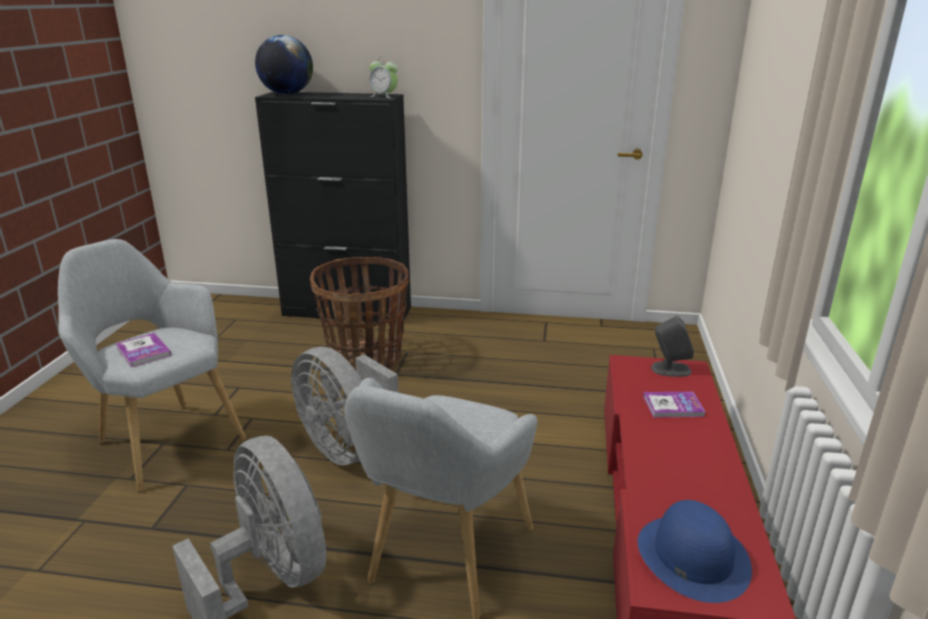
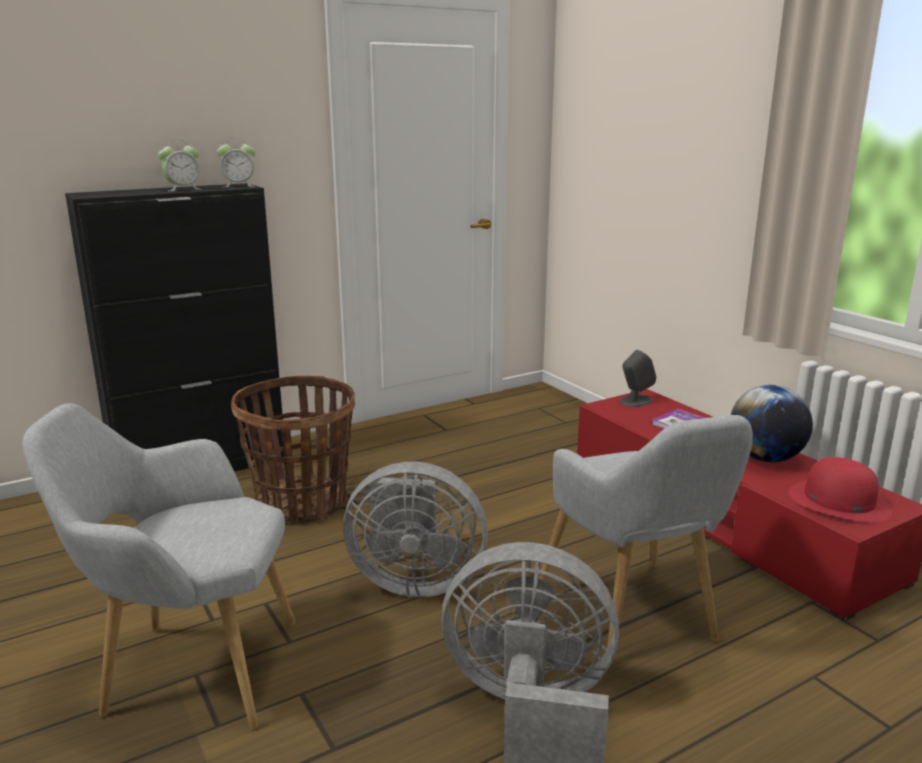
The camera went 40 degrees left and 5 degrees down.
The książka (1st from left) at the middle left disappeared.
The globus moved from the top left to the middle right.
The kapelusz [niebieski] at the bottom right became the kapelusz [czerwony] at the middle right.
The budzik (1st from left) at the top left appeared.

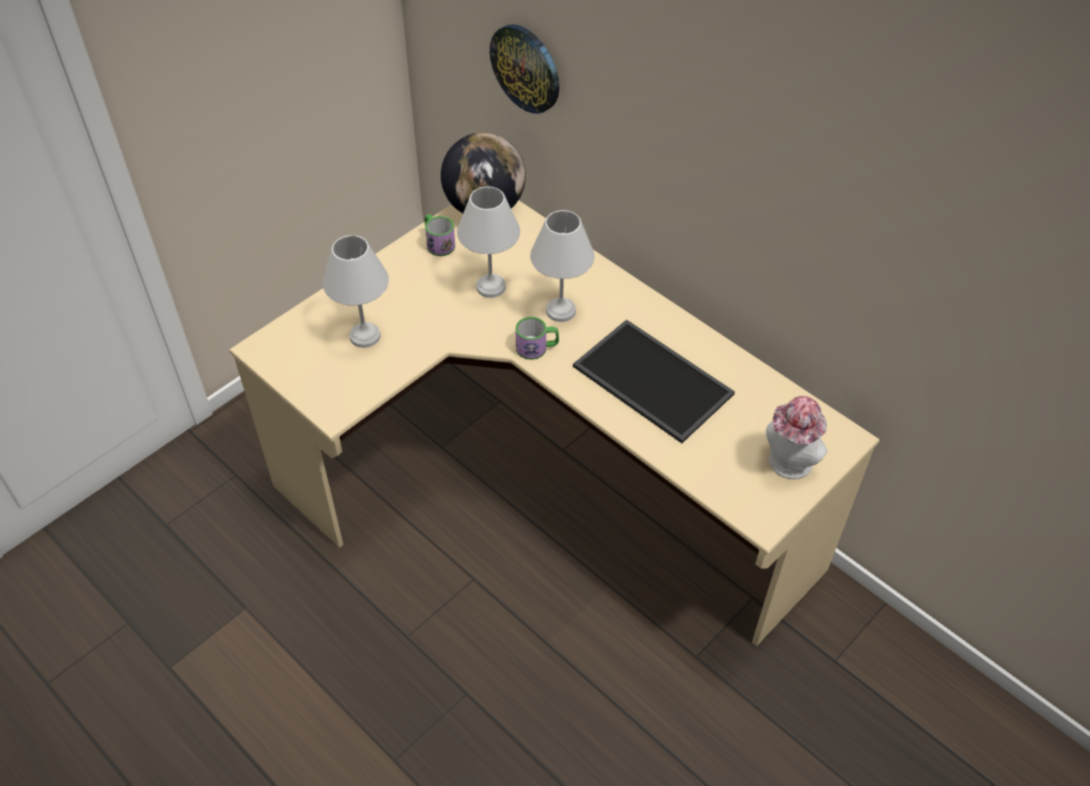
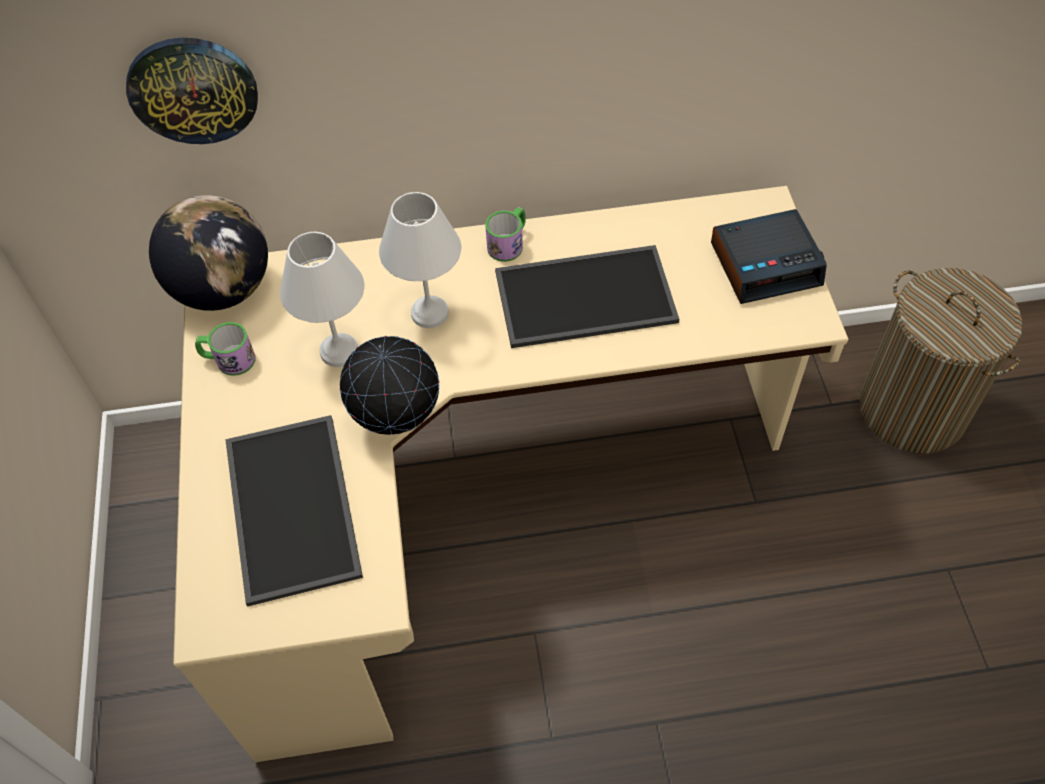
The camera went 50 degrees left and 5 degrees up.
The lampa stołowa [biały] (1st from left) at the middle left was replaced by the taca (1st from left) at the middle left.
The kubek (2nd from left) moved from the centre to the top centre.
The kapelusz at the middle right was replaced by the budzik at the top right.
The globus (2nd from left) at the centre appeared.
The kosz na pranie at the middle right appeared.

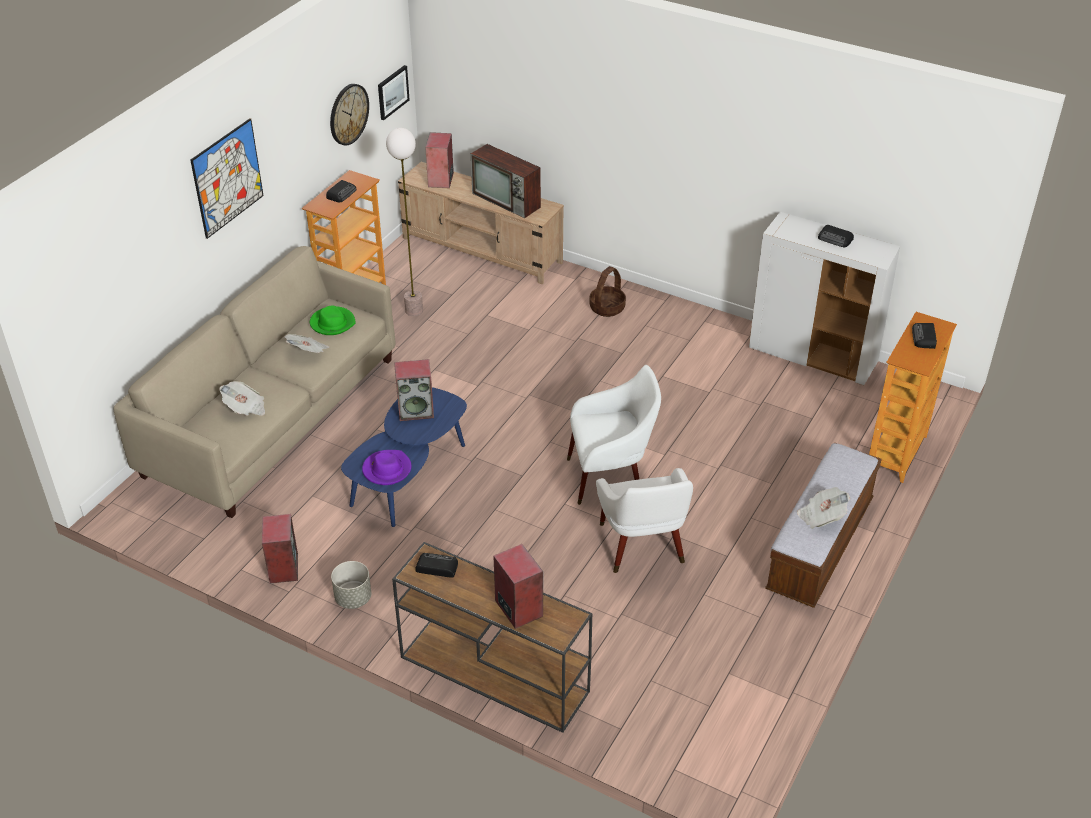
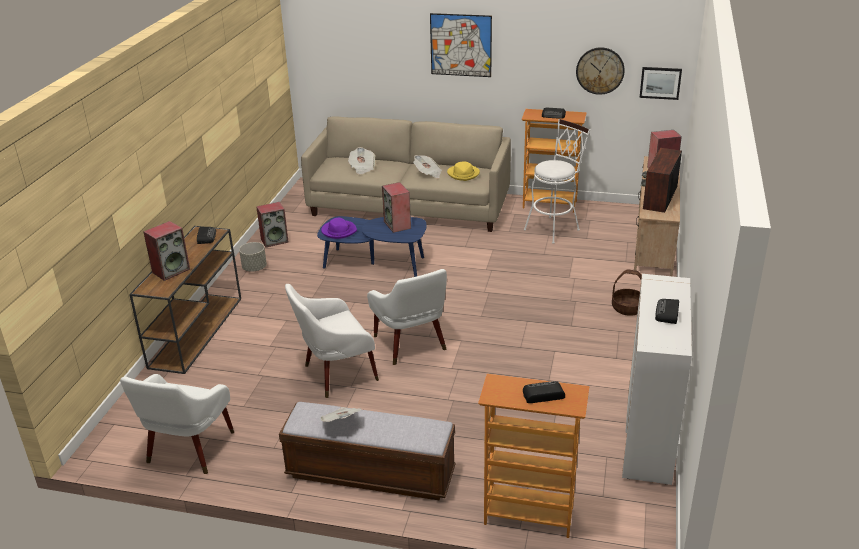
The camera went 75 degrees right and 10 degrees down.
The kapelusz [zielony] at the middle left became the kapelusz [żółty] at the top centre.
The lampa stojąca at the top centre was replaced by the stołek [biały] at the top centre.
The fotel [biały] (1st from left) at the bottom left appeared.

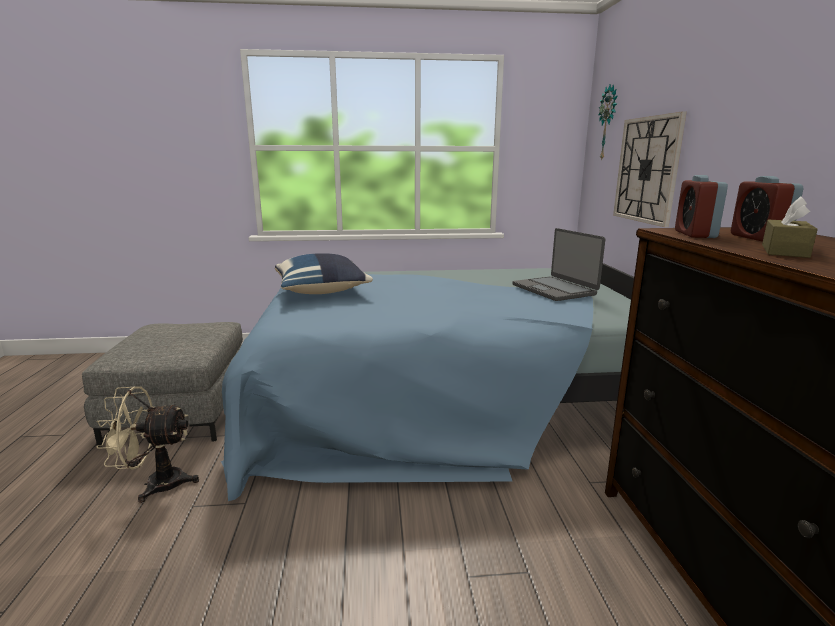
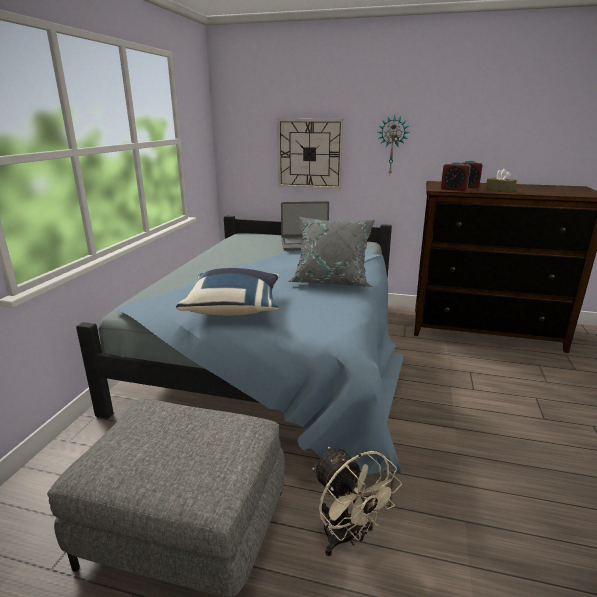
The camera went 70 degrees left and 5 degrees up.
The wentylator [beżowy] at the bottom left turned 45 degrees counterclockwise.
The zegar ścienny (1st from left in the first image) moved from the top right to the top centre.
The poduszka [szary] at the centre appeared.

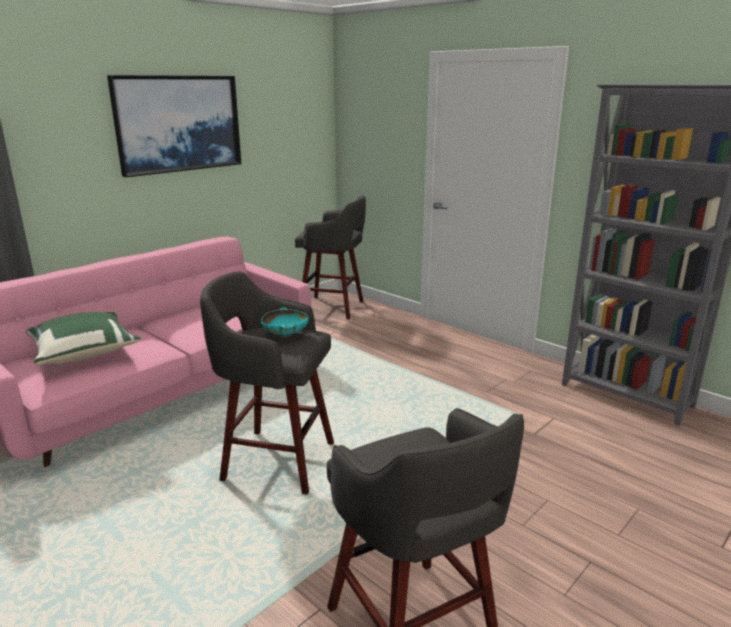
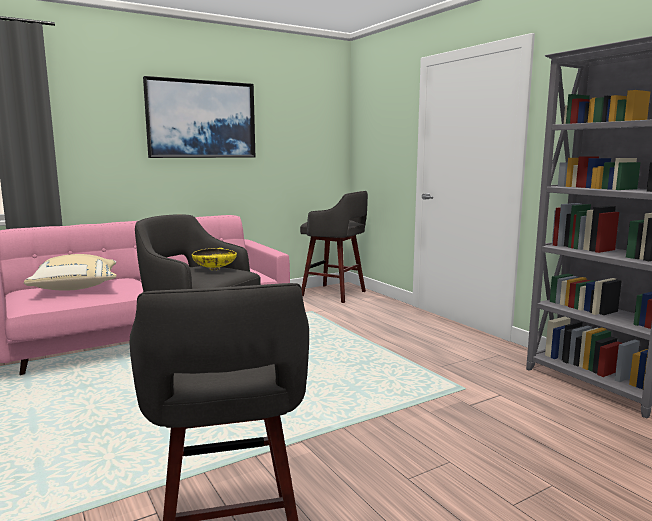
The camera went 15 degrees right and 10 degrees down.
The poduszka [zielony] at the middle left became the poduszka [beżowy] at the middle left.
The miska [turkusowy] at the centre became the miska [żółty] at the middle left.

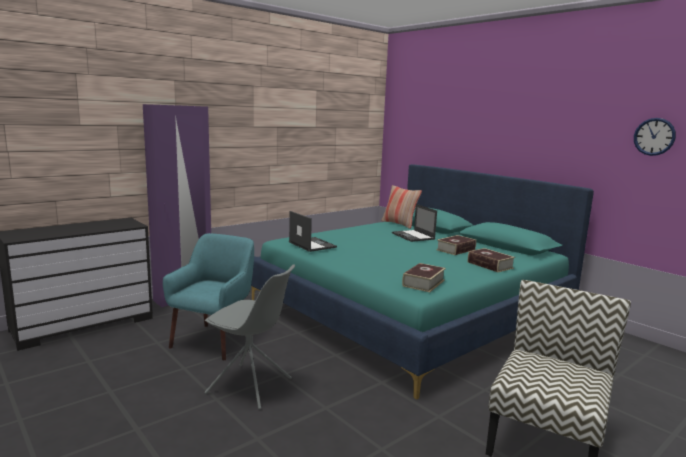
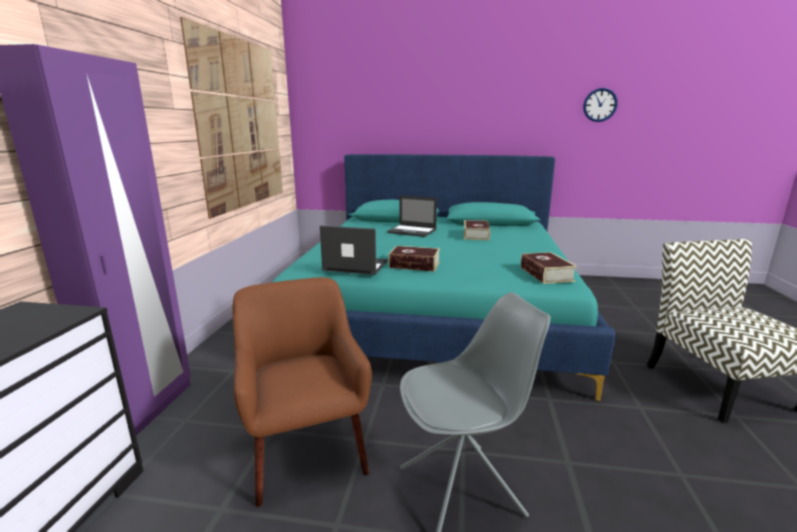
The camera went 40 degrees left and 5 degrees up.
The fotel [turkusowy] at the middle left became the fotel [brązowy] at the bottom centre.
The poduszka at the centre disappeared.
The książka (3rd from left in the first image) moved from the middle right to the centre.
The obraz at the top left appeared.

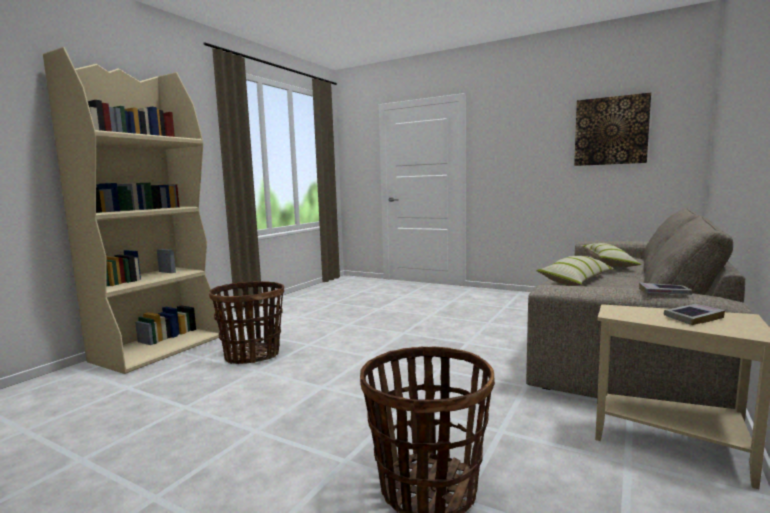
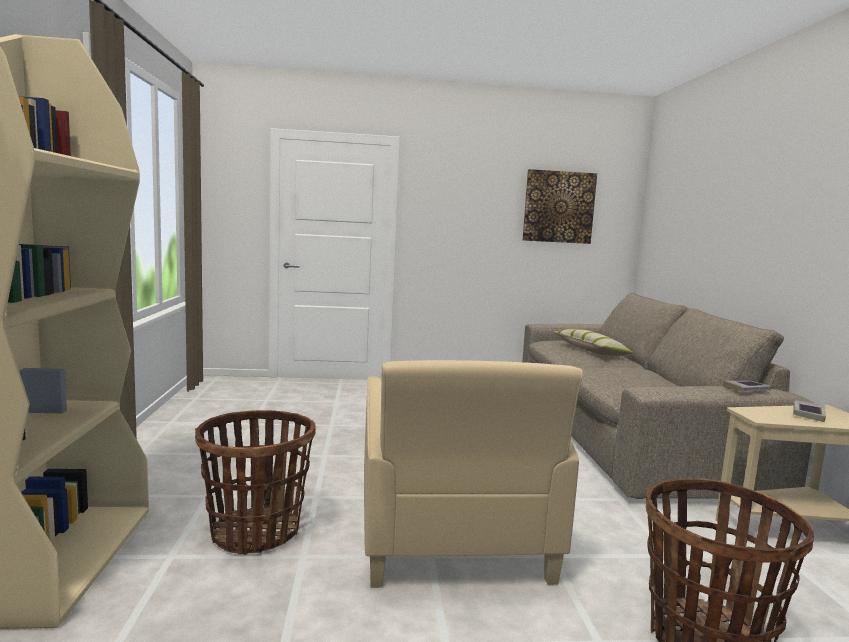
The camera went 35 degrees left and 0 degrees up.
The poduszka (1st from left) at the middle right disappeared.
The fotel [beżowy] at the bottom centre appeared.

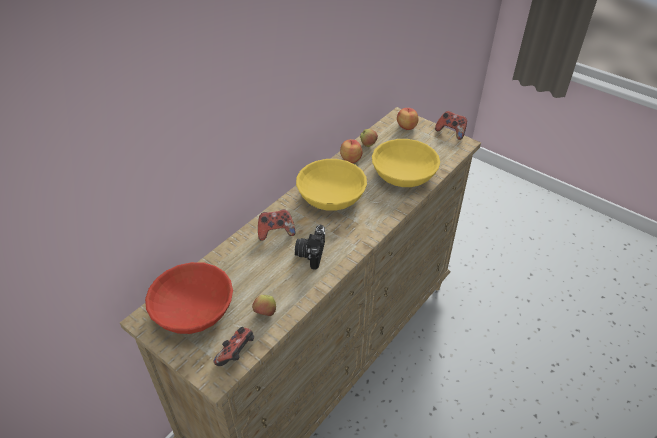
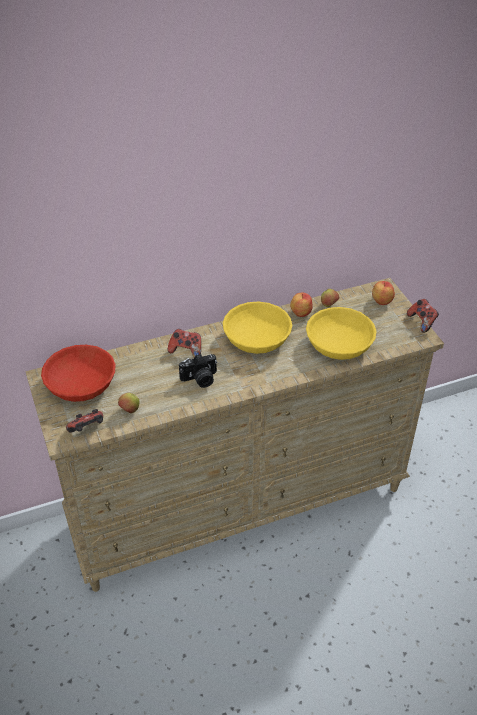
The camera went 30 degrees right and 0 degrees up.
The aparat fotograficzny at the centre turned 150 degrees counterclockwise.

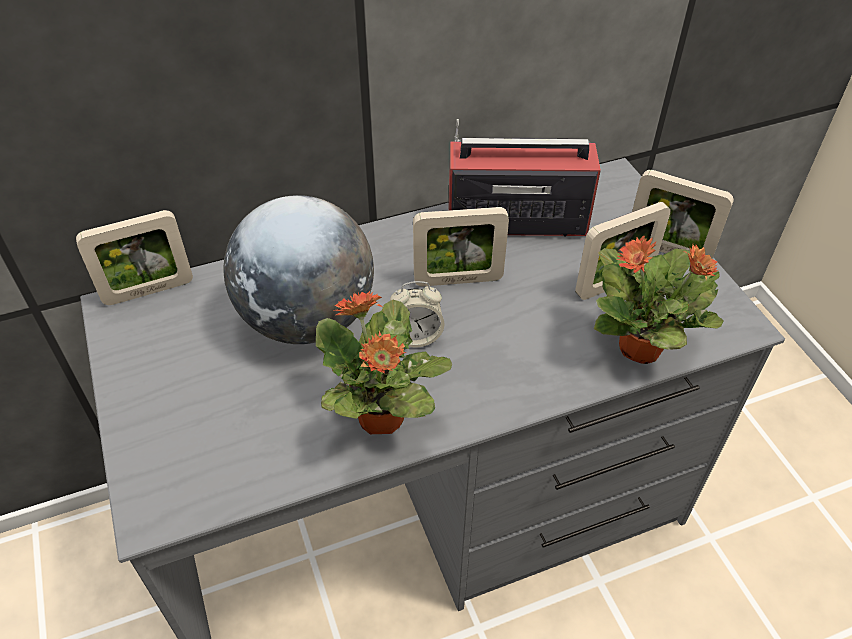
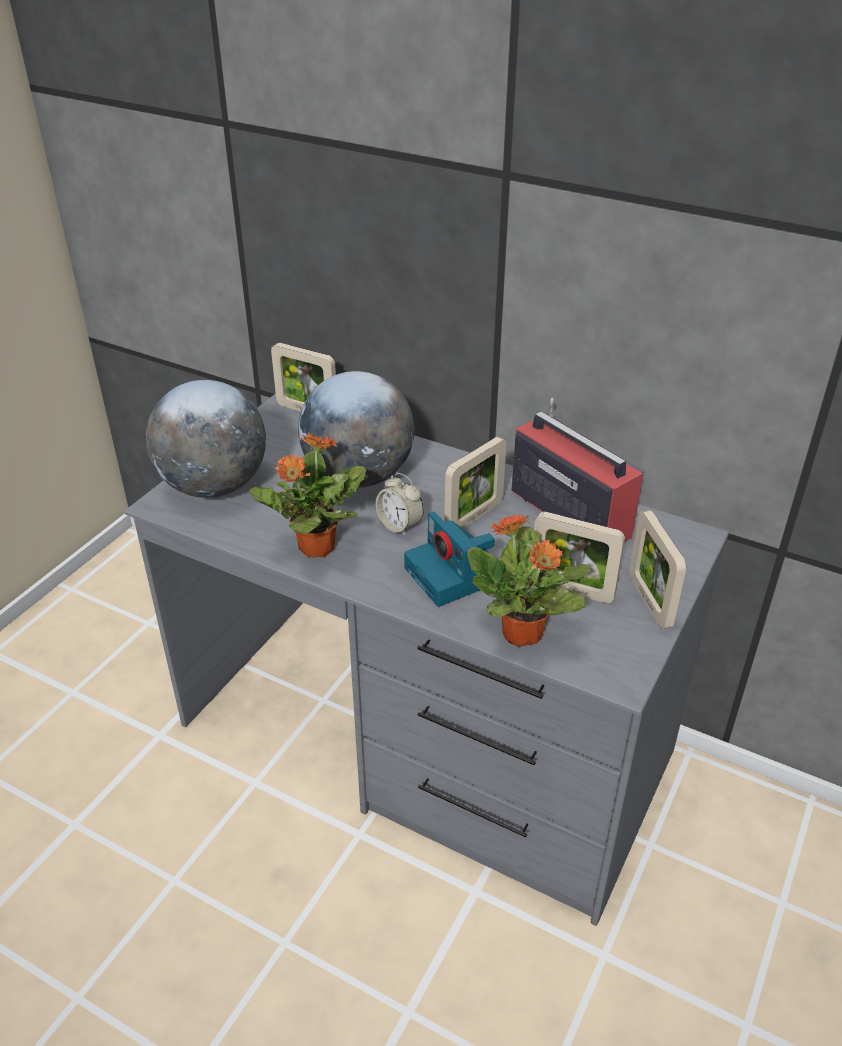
The camera went 50 degrees right and 10 degrees down.
The ramka na zdjęcie (2nd from left) at the centre turned 90 degrees counterclockwise.
The globus (1st from left) at the middle left appeared.
The aparat fotograficzny at the centre appeared.

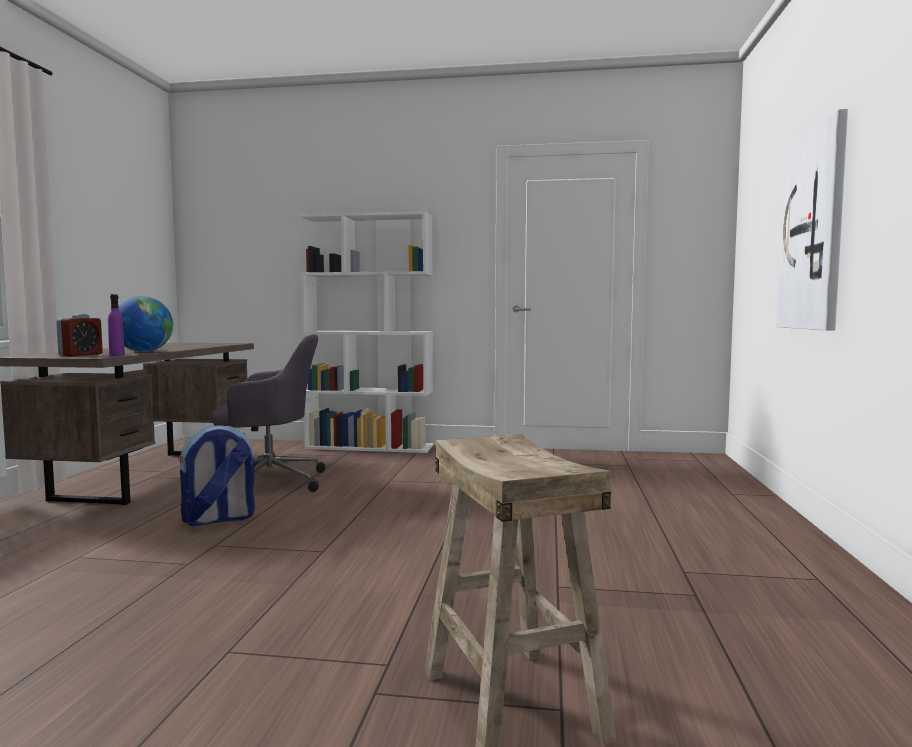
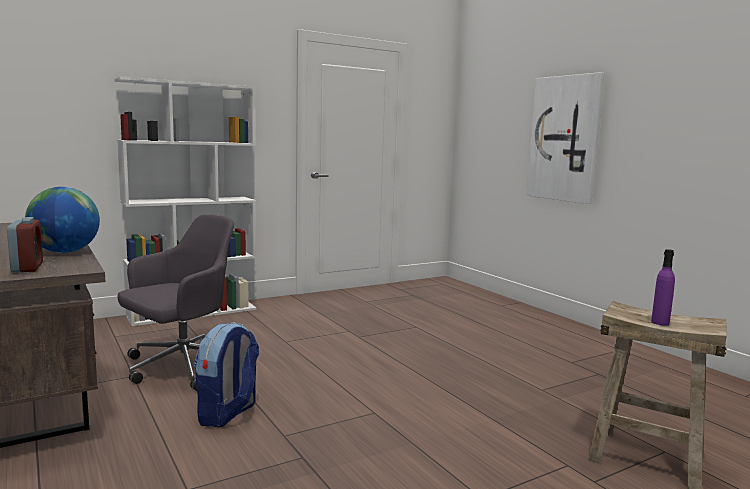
The camera went 40 degrees left and 5 degrees up.
The butelka [fioletowy] moved from the middle left to the middle right.

